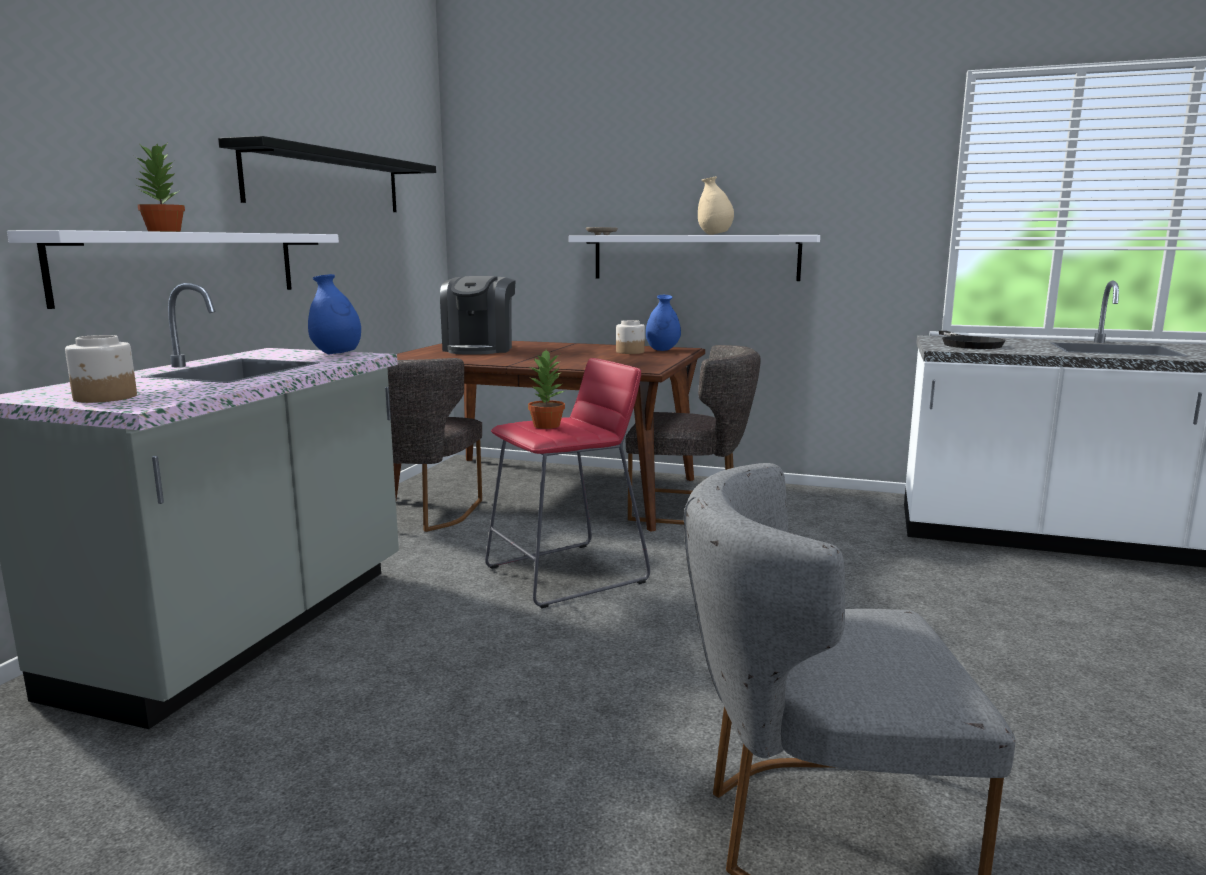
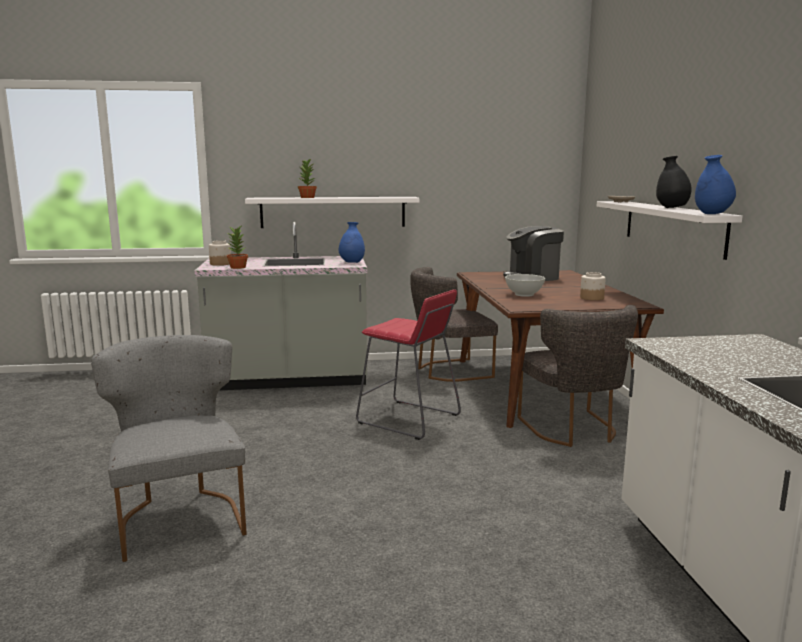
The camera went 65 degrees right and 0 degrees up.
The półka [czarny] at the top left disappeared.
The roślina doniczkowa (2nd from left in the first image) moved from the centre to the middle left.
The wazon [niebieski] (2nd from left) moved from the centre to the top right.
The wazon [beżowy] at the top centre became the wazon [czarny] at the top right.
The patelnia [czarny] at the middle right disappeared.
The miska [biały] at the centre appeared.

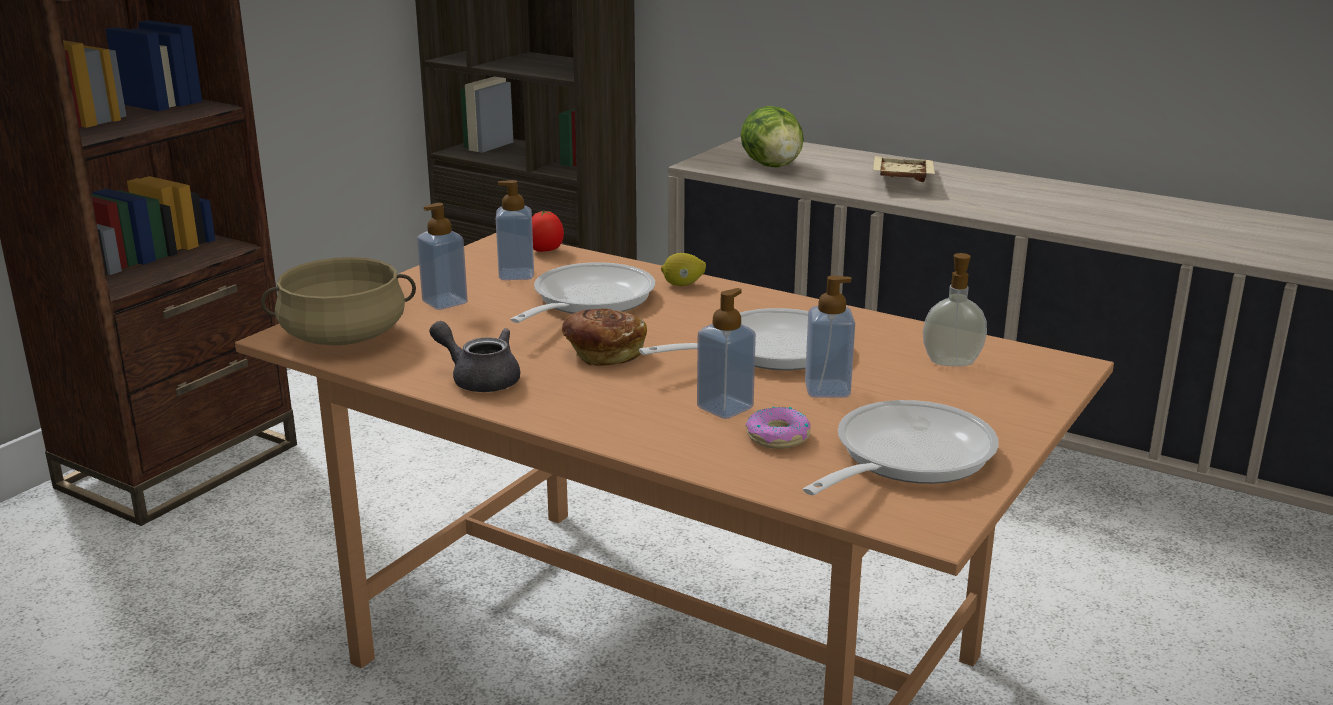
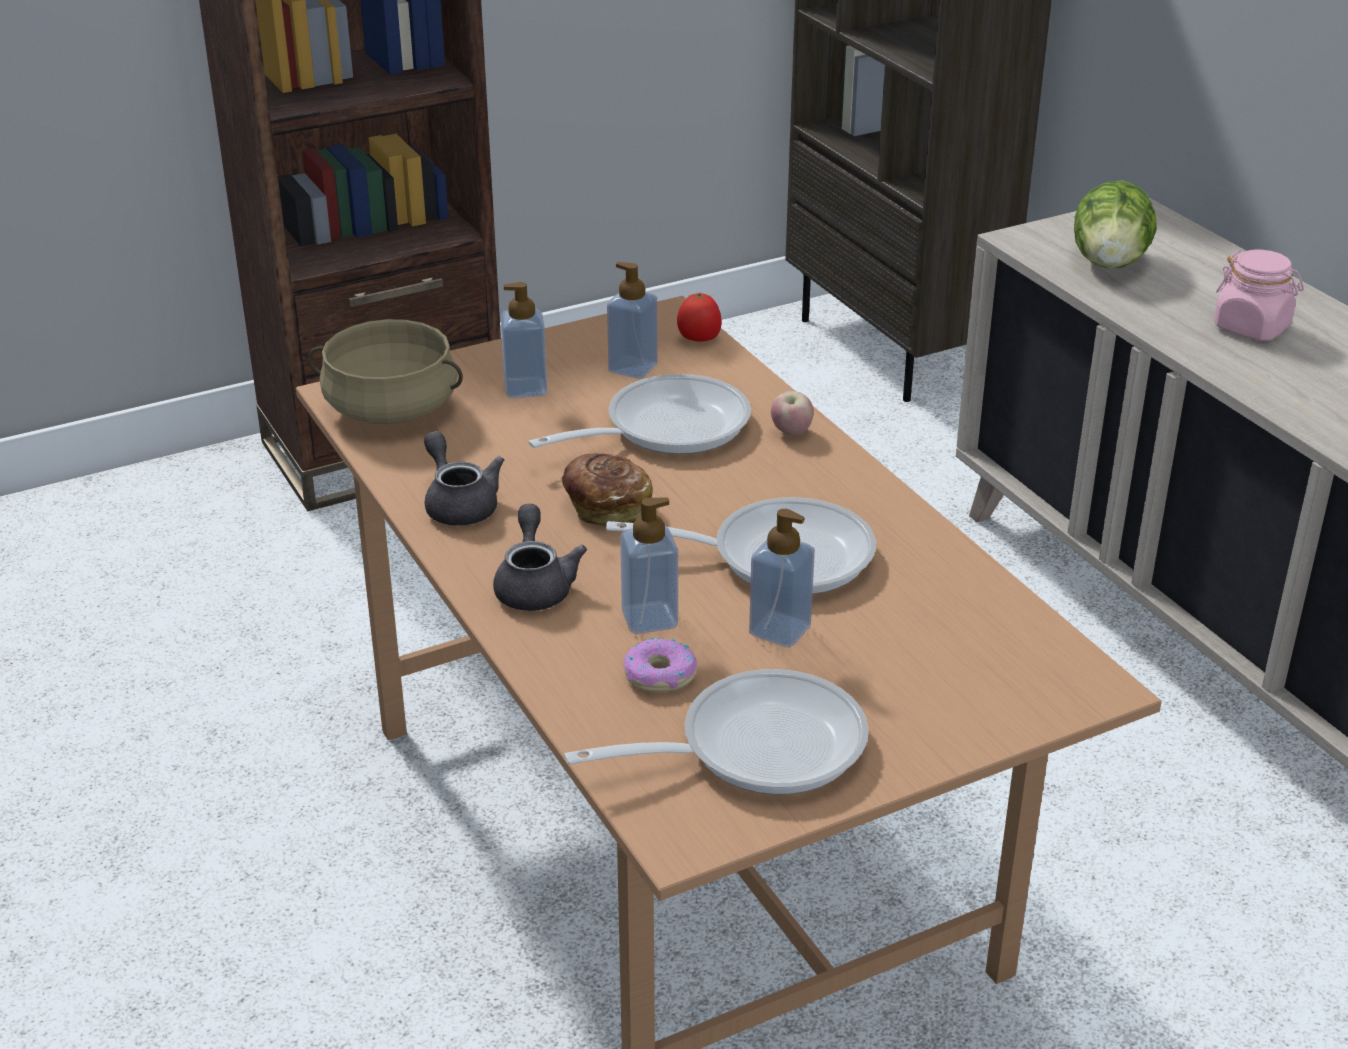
The camera went 30 degrees right and 10 degrees up.
The cytryna at the centre was replaced by the jabłko at the centre.
The taca [beżowy] at the top right was replaced by the słoik [różowy] at the top right.
The dozownik mydła (5th from left) at the middle right disappeared.
The imbryk [szary] (2nd from left) at the centre appeared.

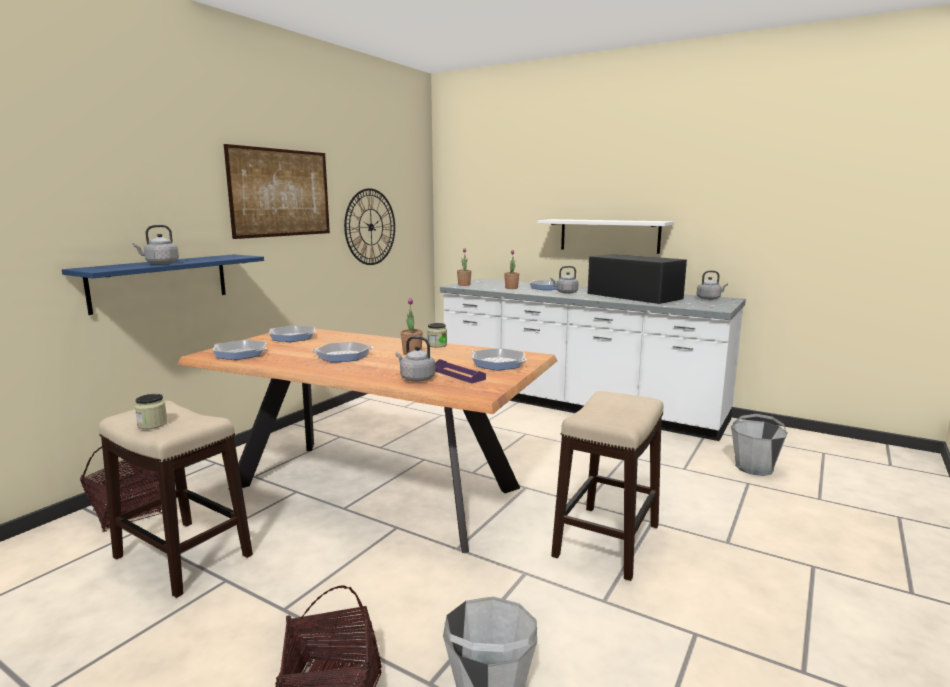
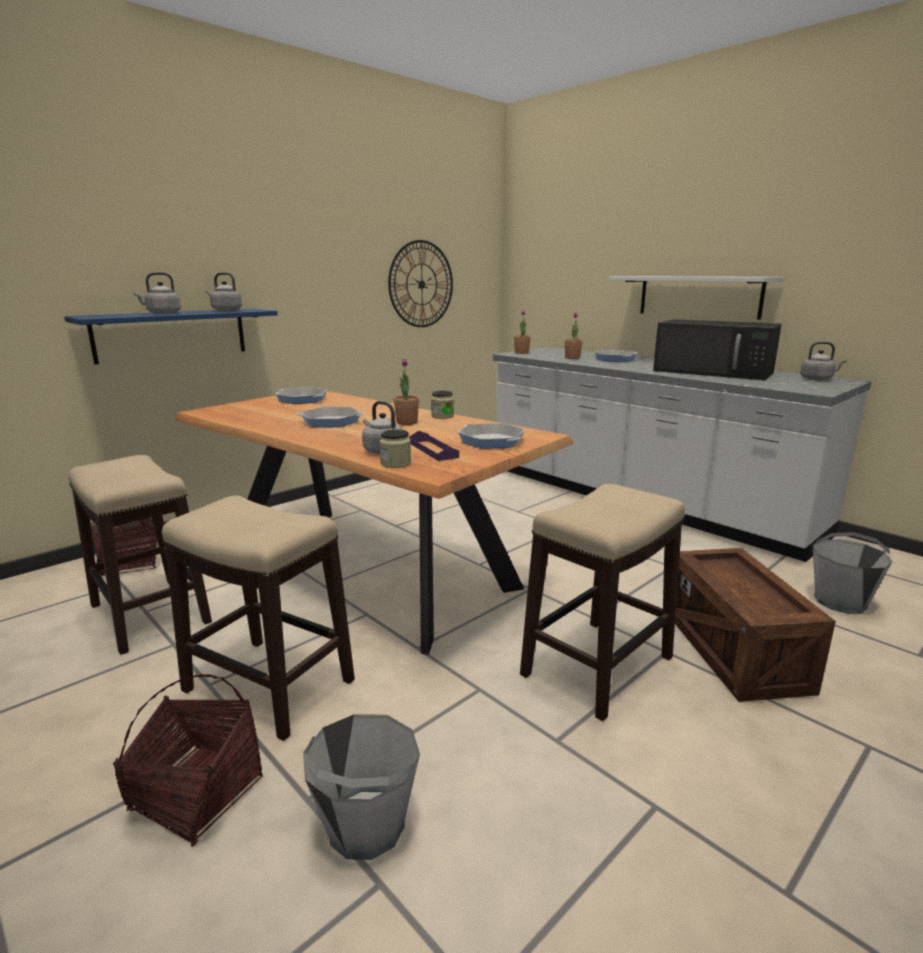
The camera went 15 degrees right and 5 degrees up.
The słoik (1st from left) moved from the middle left to the centre.
The patelnia (1st from left) at the middle left disappeared.
The obraz at the top left disappeared.
The czajnik [szary] (3rd from left in the first image) moved from the centre to the top left.
The mikrofalówka [czarny] at the middle right turned 150 degrees clockwise.
The stołek (2nd from left) at the middle left appeared.
The skrzynka at the middle right appeared.

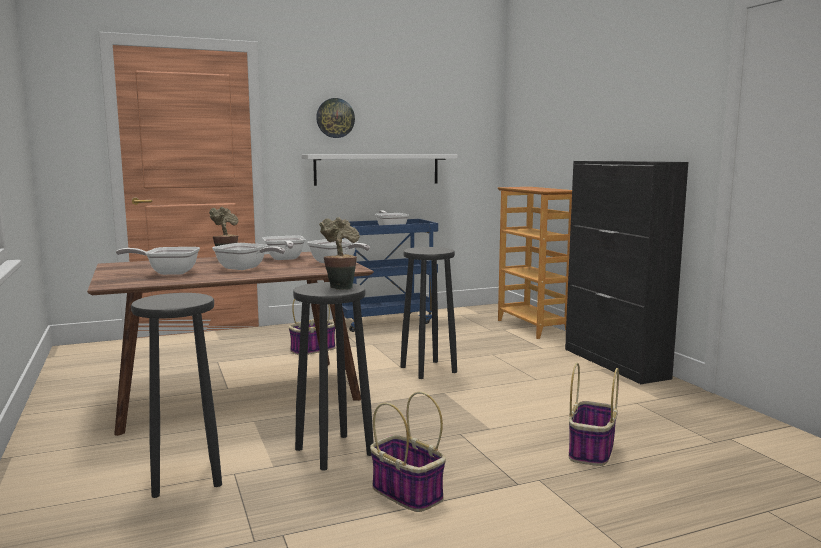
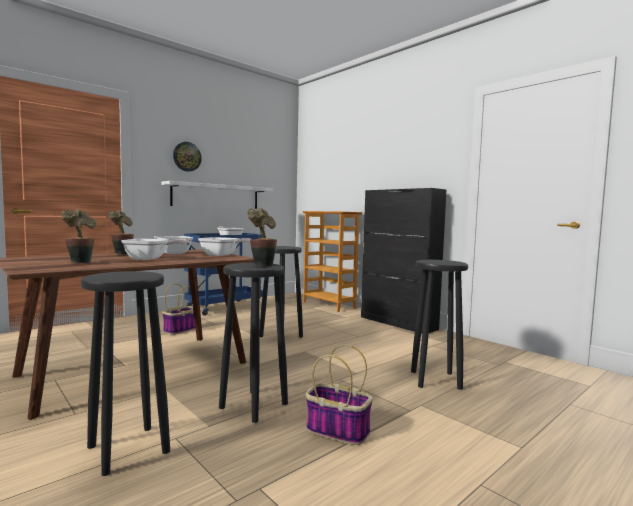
The camera went 20 degrees left and 5 degrees down.
The patelnia (1st from left) at the middle left was replaced by the roślina doniczkowa (1st from left) at the middle left.
The koszyk (3rd from left) at the bottom right was replaced by the stołek [czarny] (4th from left) at the middle right.

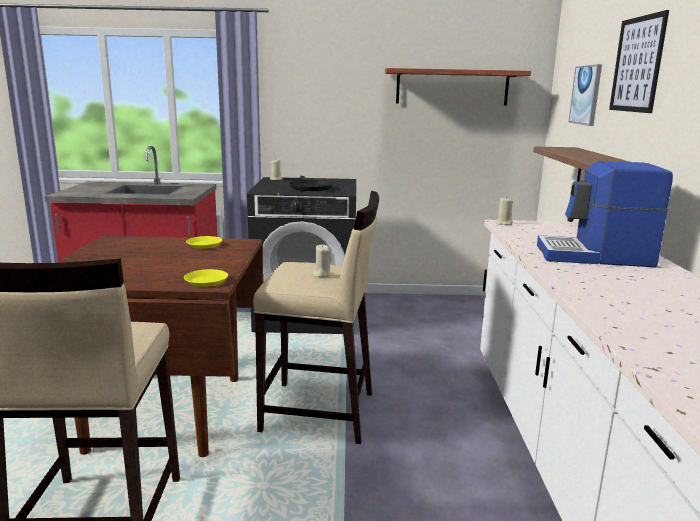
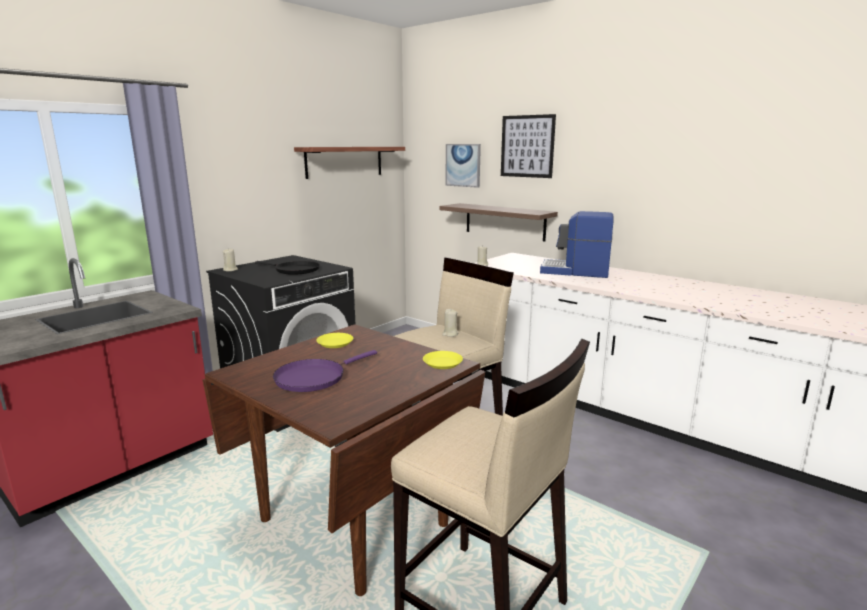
The camera went 50 degrees left and 0 degrees up.
The ekspres do kawy at the middle right turned 60 degrees clockwise.
The patelnia [fioletowy] at the centre appeared.

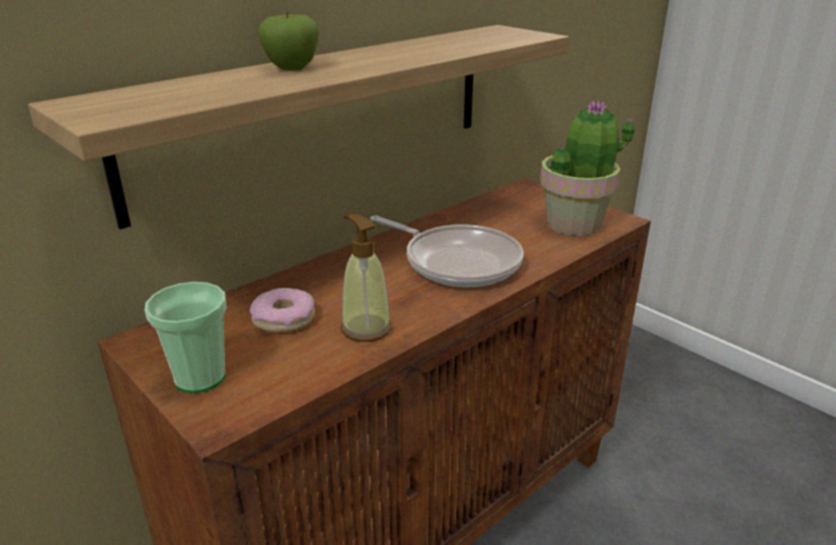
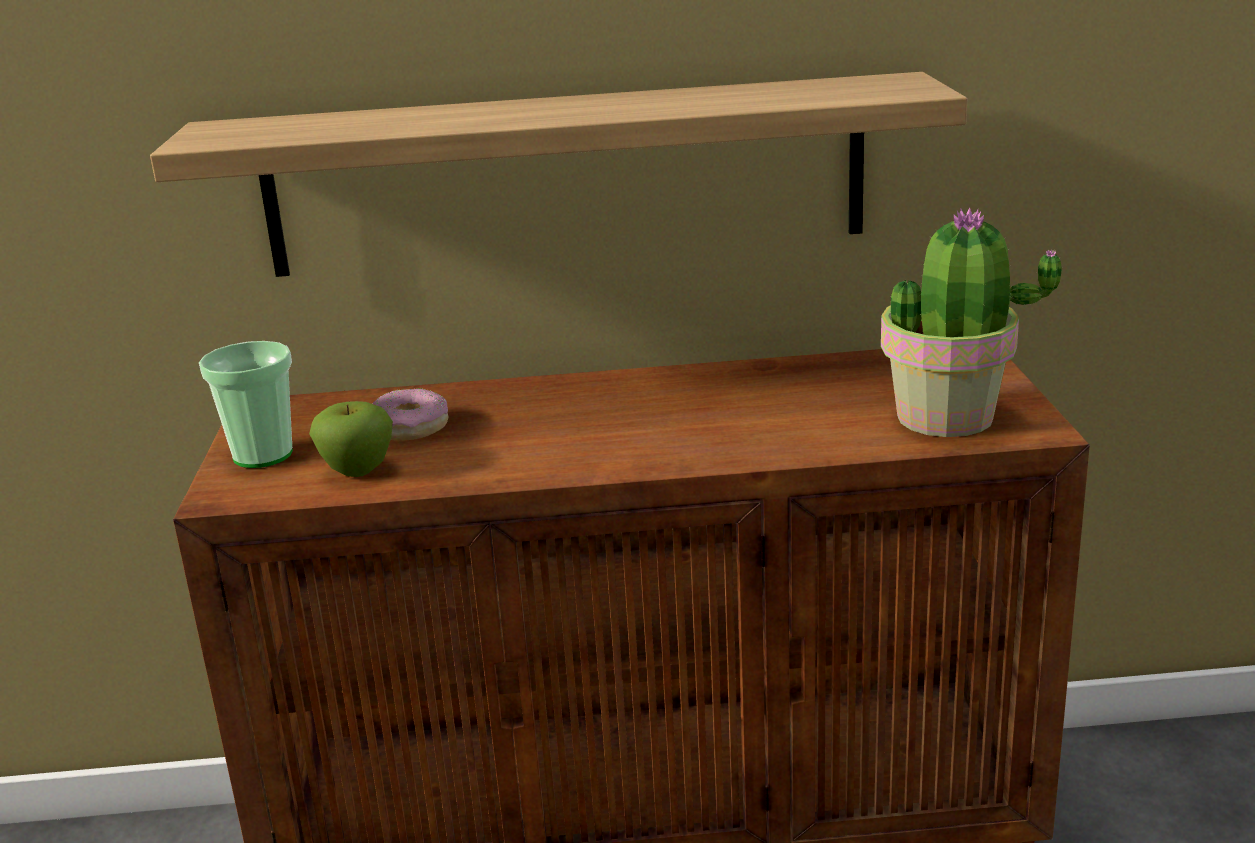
The camera went 40 degrees right and 5 degrees down.
The jabłko moved from the top centre to the middle left.
The dozownik mydła at the centre disappeared.
The patelnia at the centre disappeared.

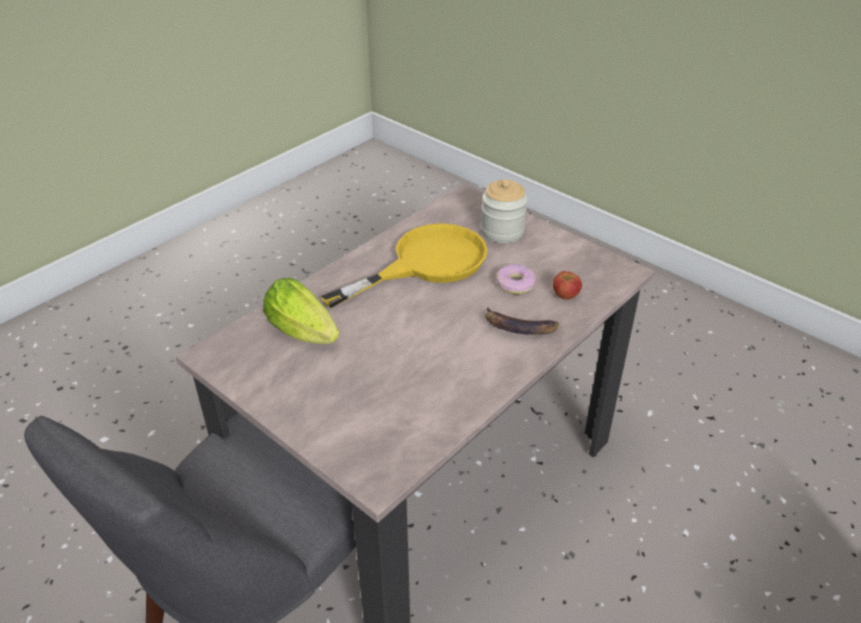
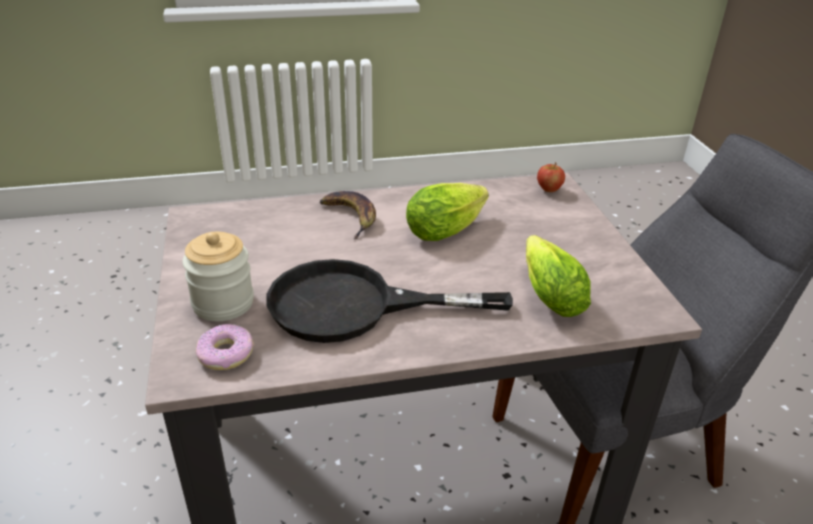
The camera went 145 degrees left and 5 degrees down.
The patelnia [żółty] at the centre became the patelnia [czarny] at the centre.
The donut moved from the centre to the middle left.
The jabłko moved from the centre to the middle right.
The sałata (1st from left) at the centre appeared.

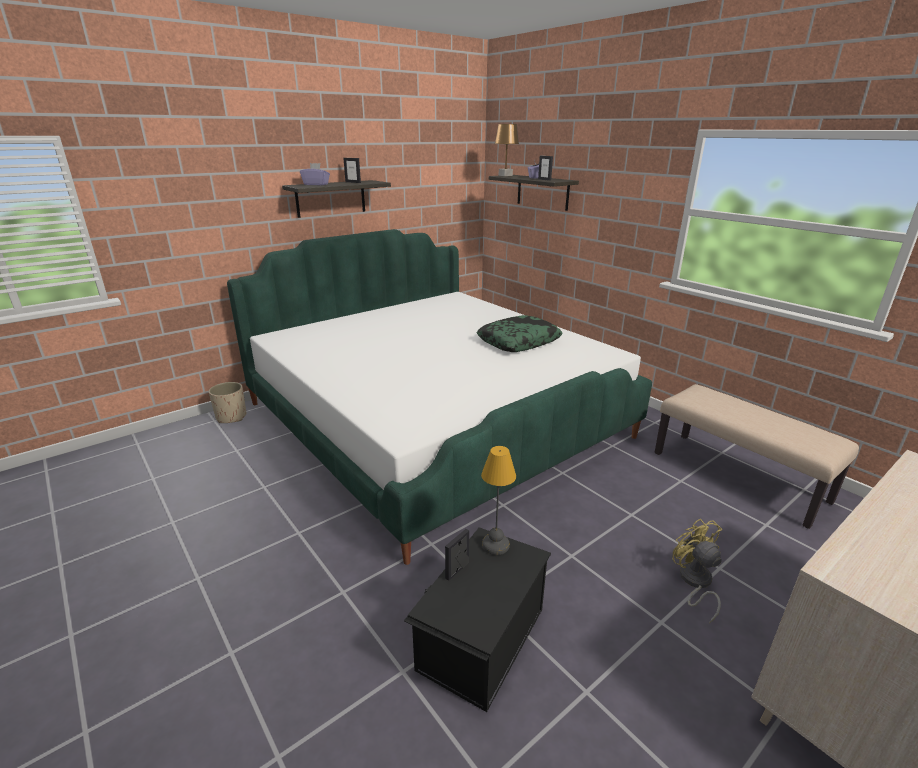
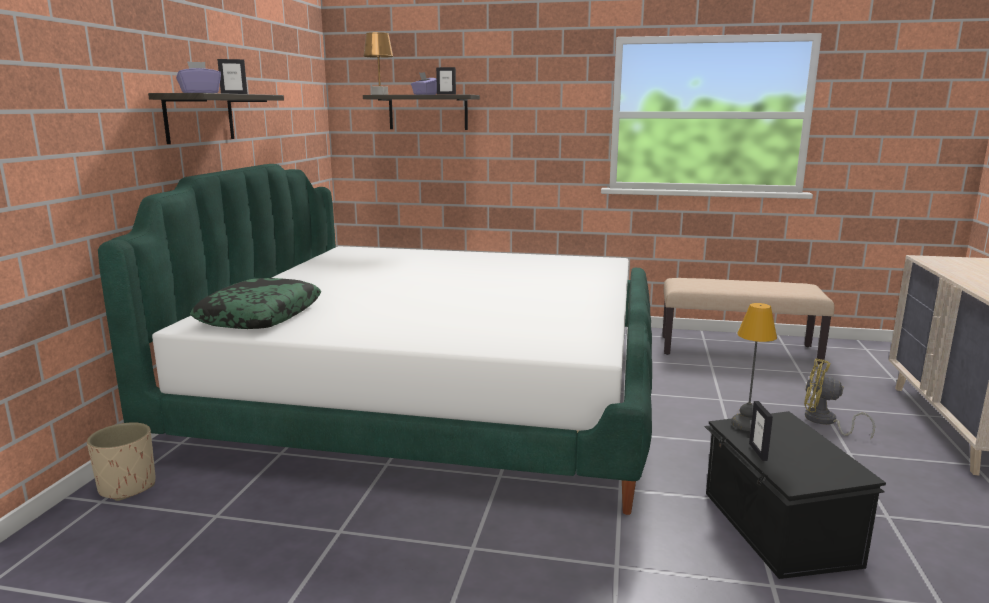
The camera went 40 degrees left and 10 degrees down.
The poduszka moved from the centre to the middle left.

